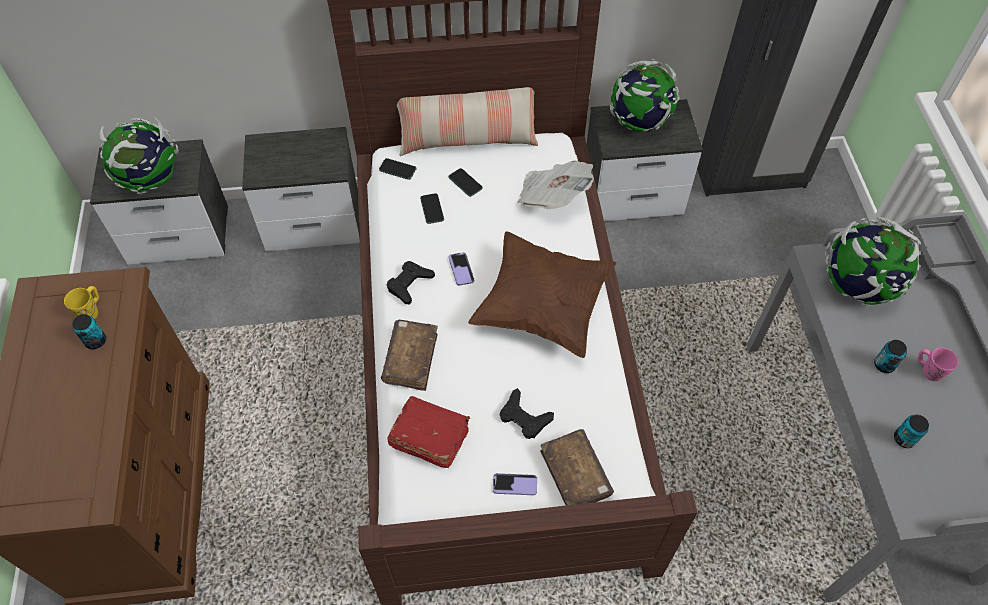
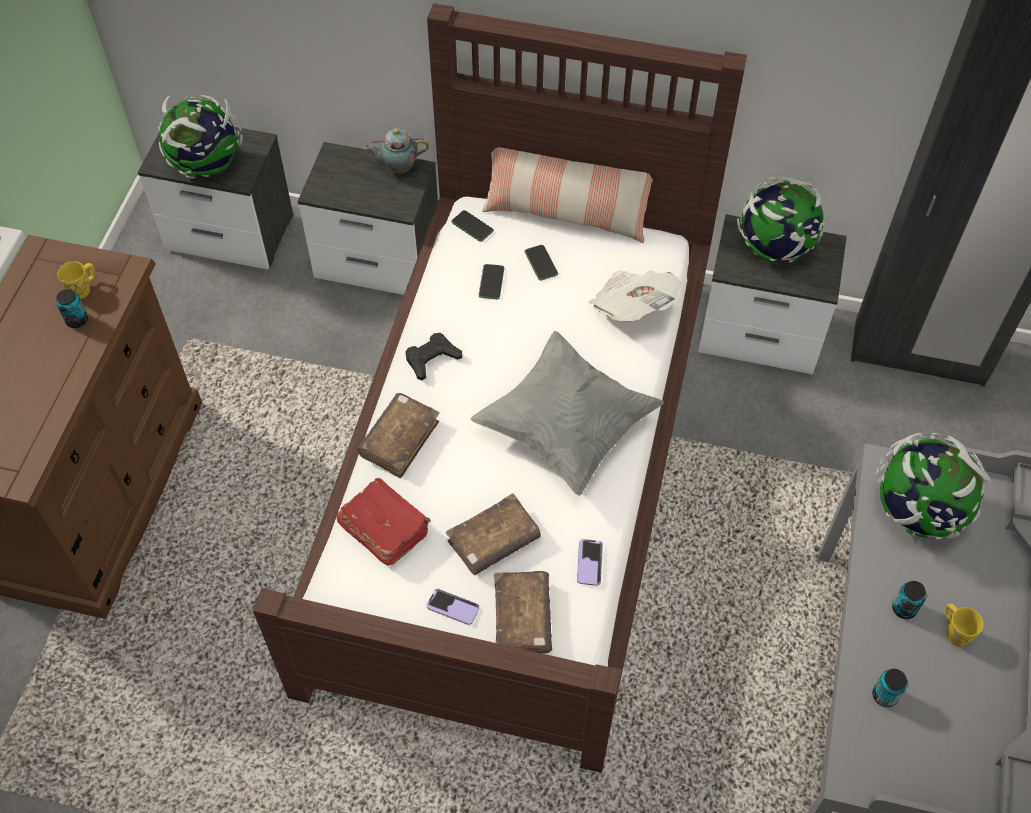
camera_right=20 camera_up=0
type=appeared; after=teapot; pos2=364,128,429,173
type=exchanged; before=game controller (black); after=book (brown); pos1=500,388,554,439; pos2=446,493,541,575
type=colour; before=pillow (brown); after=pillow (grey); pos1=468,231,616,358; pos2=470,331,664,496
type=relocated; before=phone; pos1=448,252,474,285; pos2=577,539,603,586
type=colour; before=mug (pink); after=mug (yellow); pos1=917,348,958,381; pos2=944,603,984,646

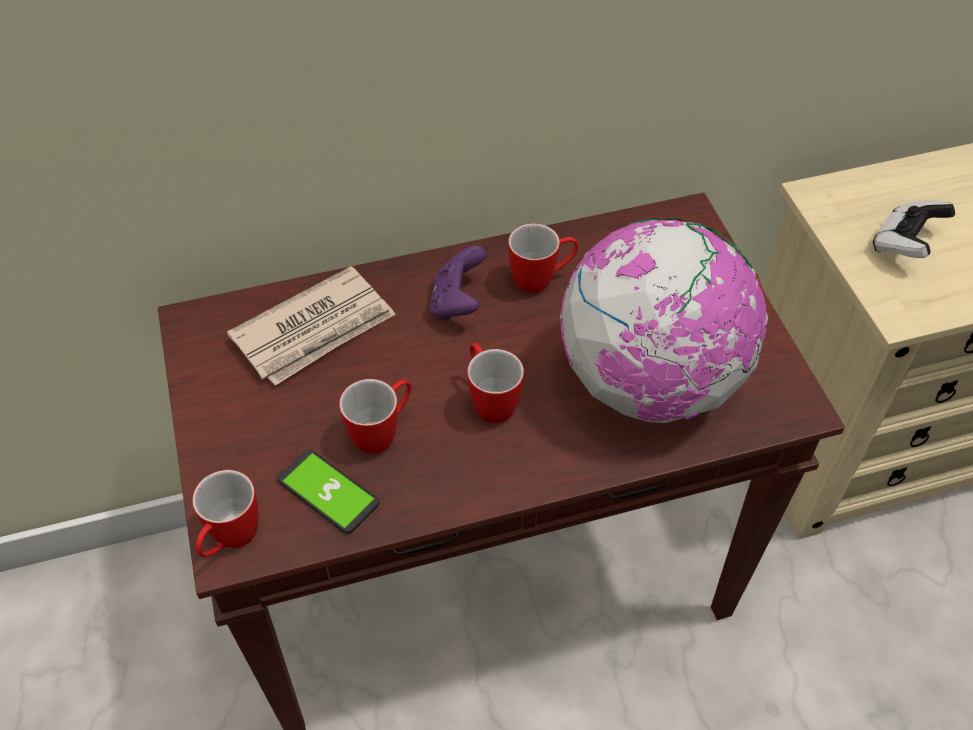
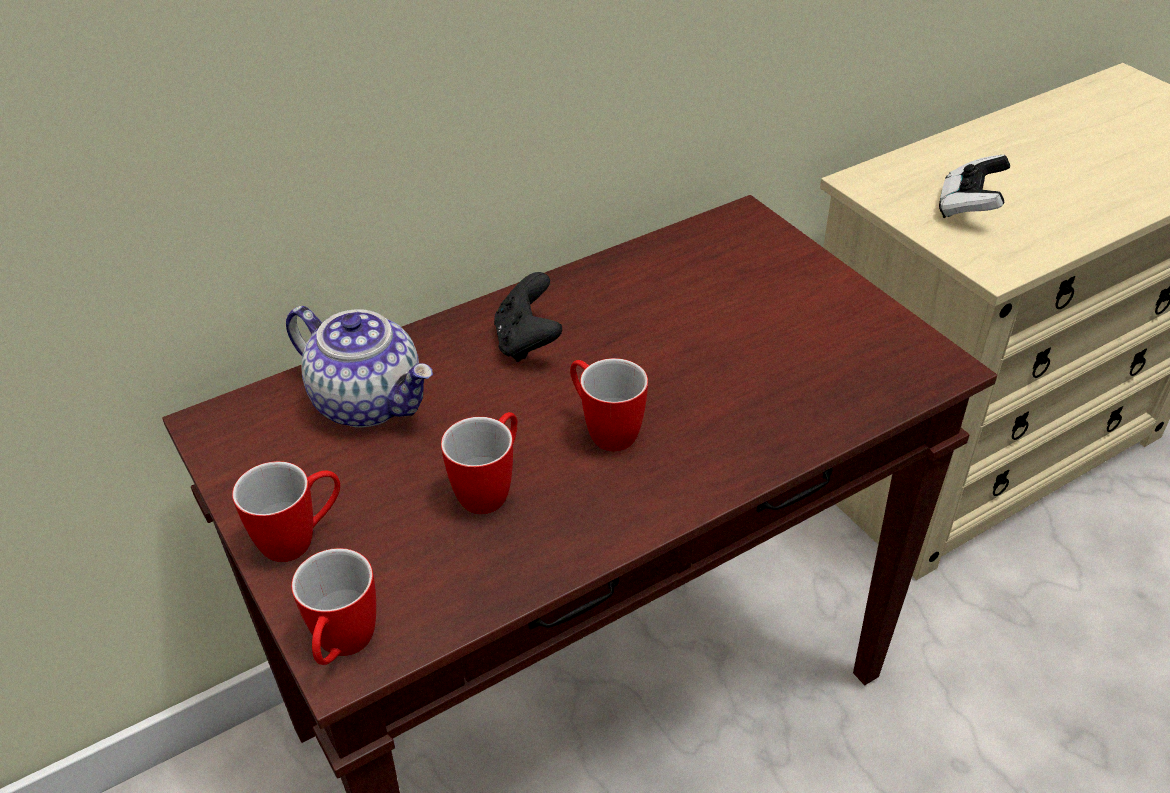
camera_right=-15 camera_up=-10
type=relocated; before=mug; pos1=508,223,579,293; pos2=232,461,340,562
type=exchanged; before=newspaper; after=teapot; pos1=227,266,395,386; pos2=286,306,433,427
type=colour; before=game controller (purple); after=game controller (black); pos1=430,246,487,320; pos2=494,272,562,362
type=missing; before=phone; pos1=277,450,379,534
type=missing; before=globe; pos1=560,218,768,423

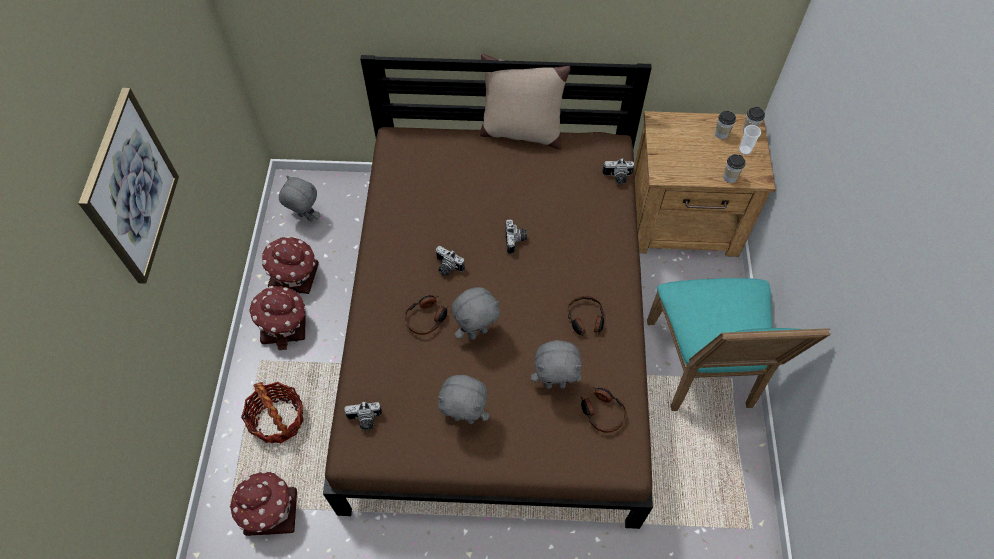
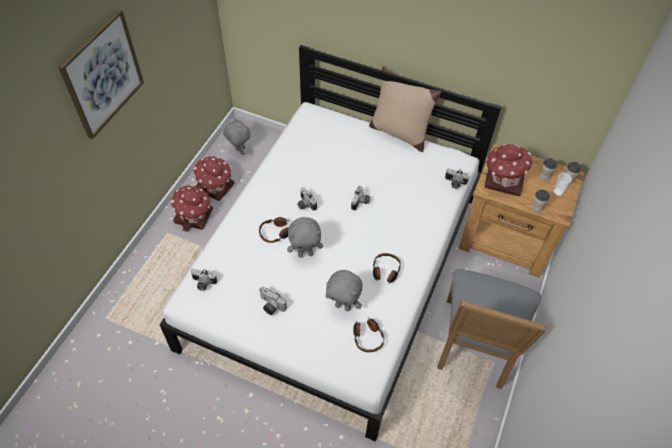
camera_right=20 camera_up=-5
type=colour; before=bed (brown); after=bed (white); pos1=323,55,653,529; pos2=159,45,502,442
type=exchanged; before=plush toy (grey); after=photo camera; pos1=438,375,489,424; pos2=259,286,287,315
type=colour; before=chair (turquoise); after=chair (grey); pos1=647,278,831,411; pos2=437,269,547,389
type=relocated; before=toy house; pos1=229,470,297,536; pos2=484,144,533,196
type=missing; before=basket; pos1=241,382,304,443

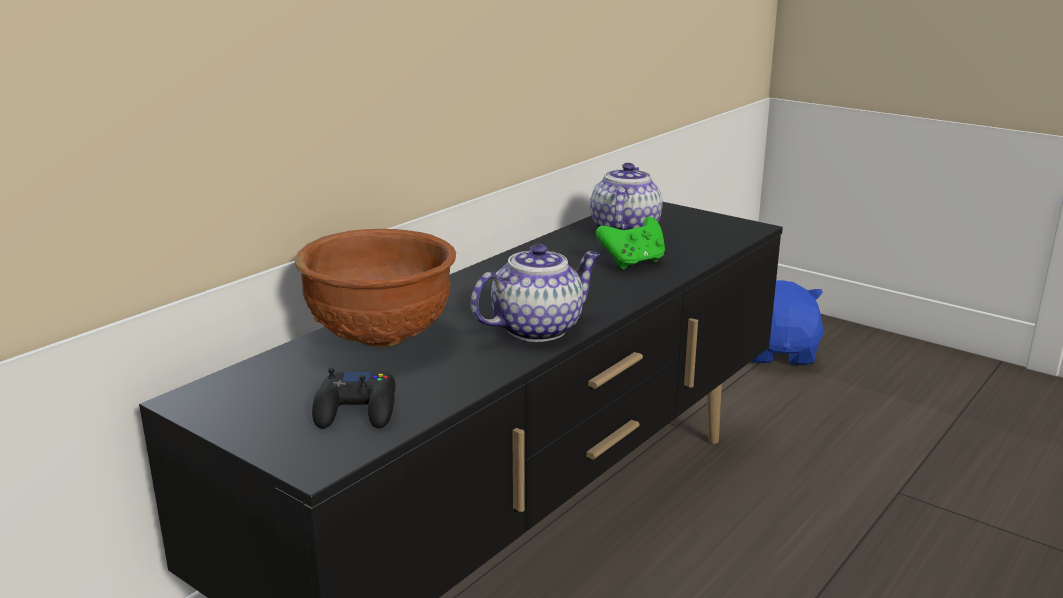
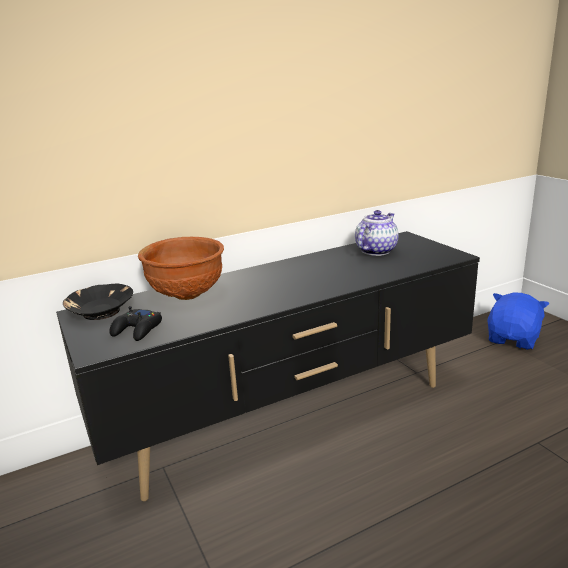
camera_right=25 camera_up=0
type=appeared; after=bowl (black); pos2=63,284,133,320
type=missing; before=teapot; pos1=470,244,600,342
type=missing; before=game controller (green); pos1=596,217,665,270

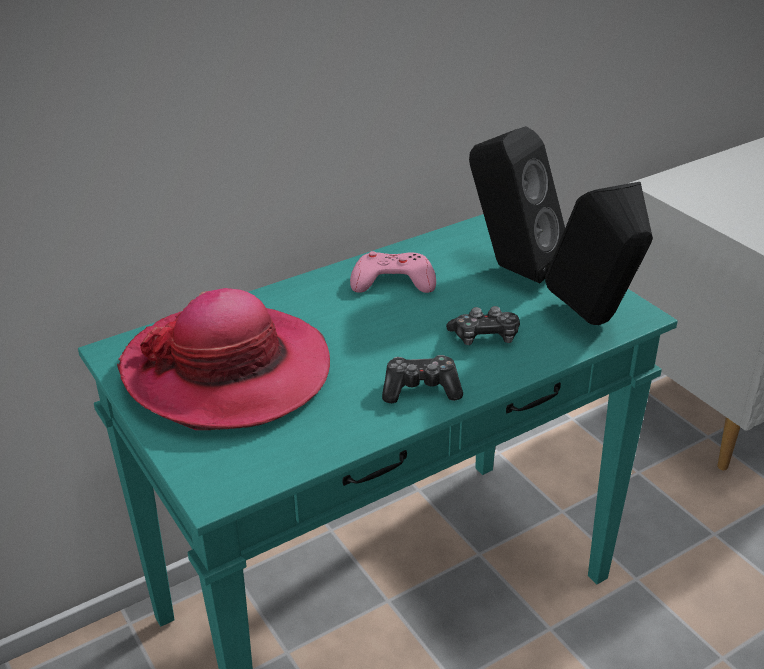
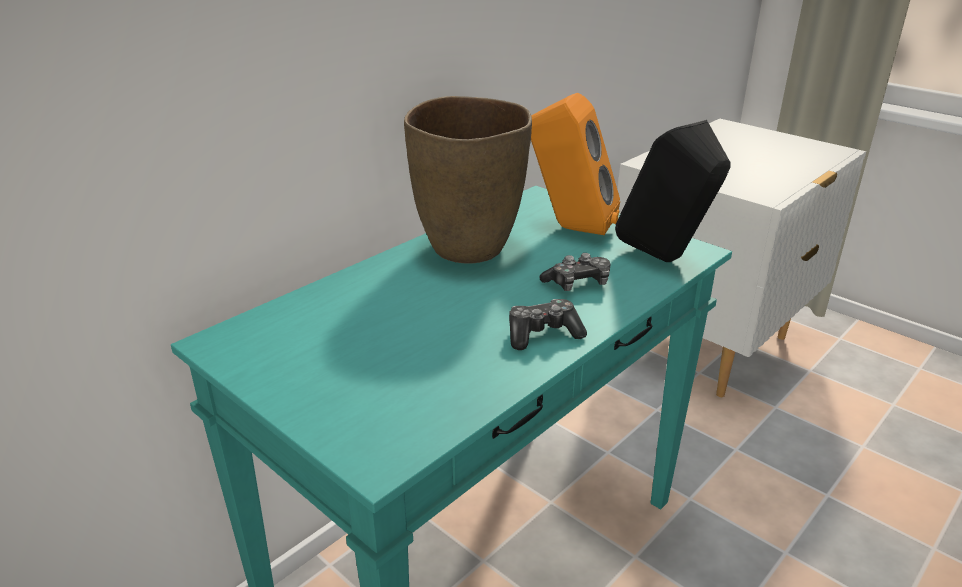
camera_right=-15 camera_up=-5
type=exchanged; before=game controller (pink); after=vase (brown); pos1=350,251,436,293; pos2=404,96,532,263
type=colour; before=speaker (black); after=speaker (orange); pos1=469,126,565,283; pos2=531,93,620,235
type=missing; before=hat; pos1=117,288,330,430

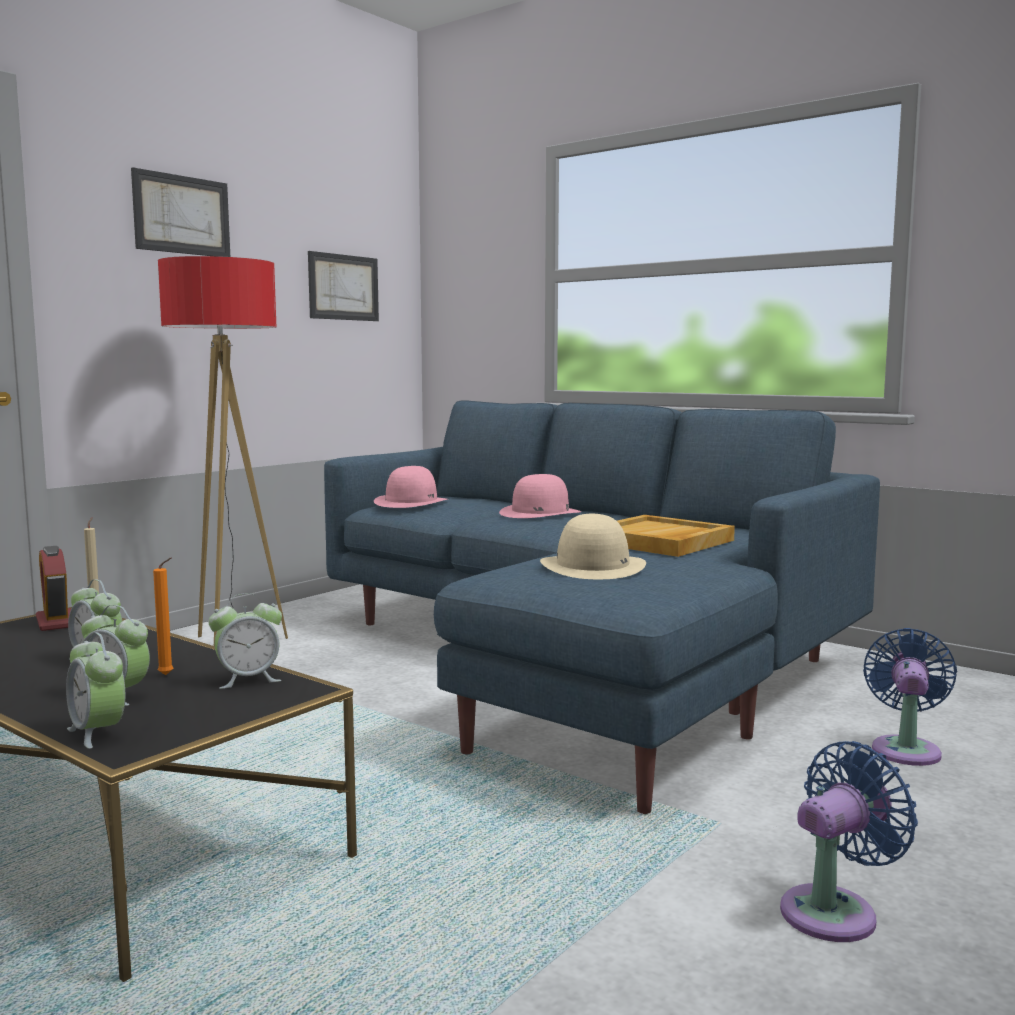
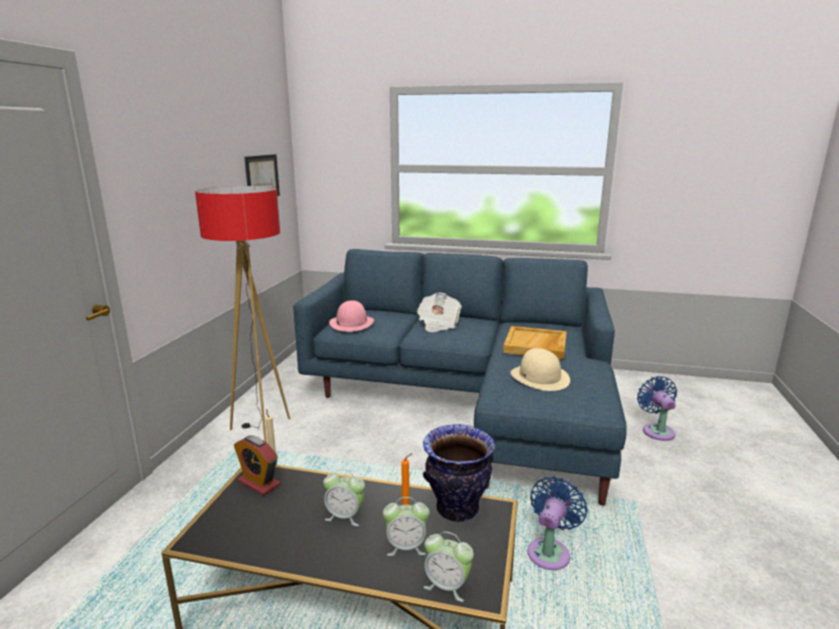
camera_right=-25 camera_up=10
type=exchanged; before=hat (pink); after=newspaper; pos1=499,474,581,518; pos2=417,292,461,332
type=exchanged; before=alarm clock; after=vase; pos1=208,593,282,689; pos2=423,424,495,522
type=relocated; before=fan (blue); pos1=780,741,918,942; pos2=527,476,588,570
type=missing; before=picture; pos1=131,167,230,257

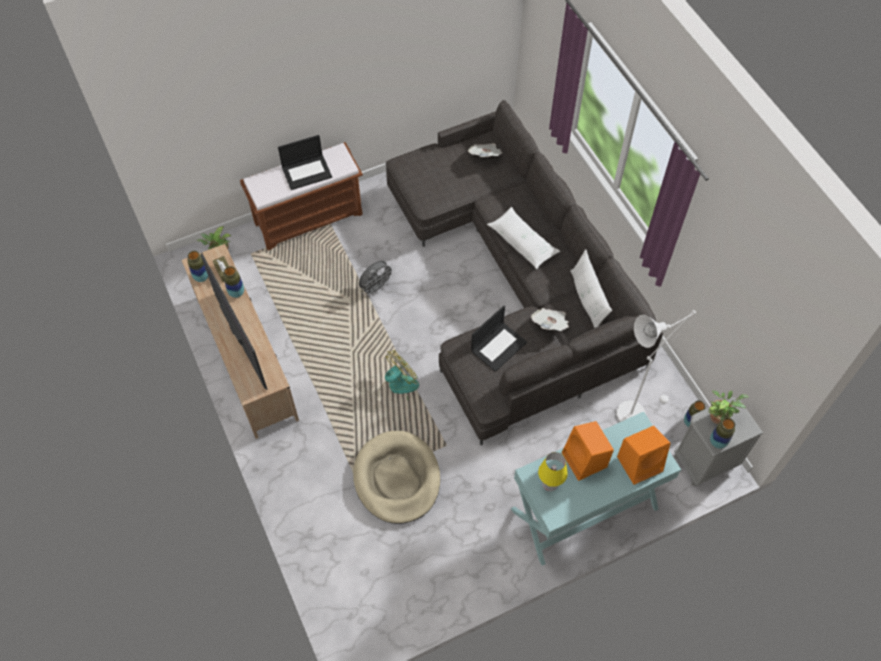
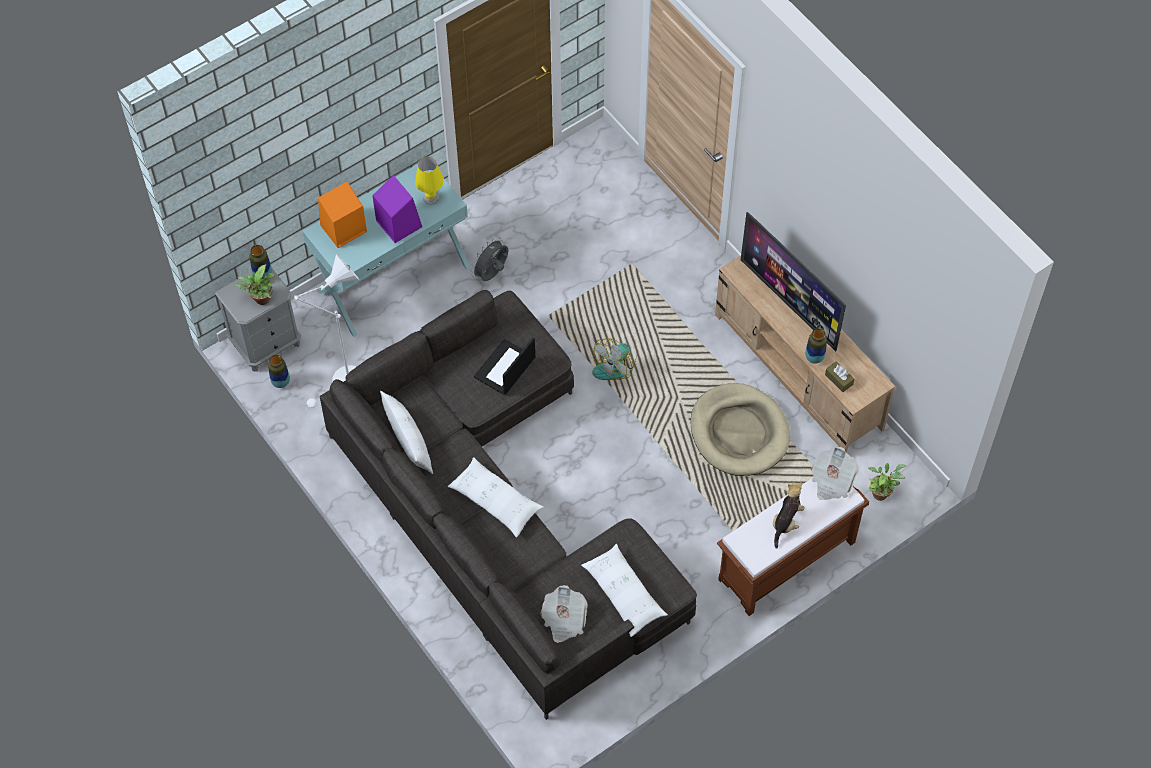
camera_right=170 camera_up=0
type=colour; before=speaker (orange); after=speaker (purple); pos1=562,421,614,481; pos2=372,175,422,243
type=relocated; before=fan (grey); pos1=359,261,395,296; pos2=471,238,508,282
type=appeared; after=pillow (white); pos2=581,544,668,637
type=relocated; before=dog bed (beige); pos1=353,431,440,524; pos2=691,383,790,476
type=exchanged; before=laptop; after=plush toy; pos1=278,135,332,190; pos2=773,482,805,549
type=relocated; before=newspaper; pos1=531,308,569,331; pos2=811,447,859,500
type=missing; before=vase; pos1=188,251,208,282

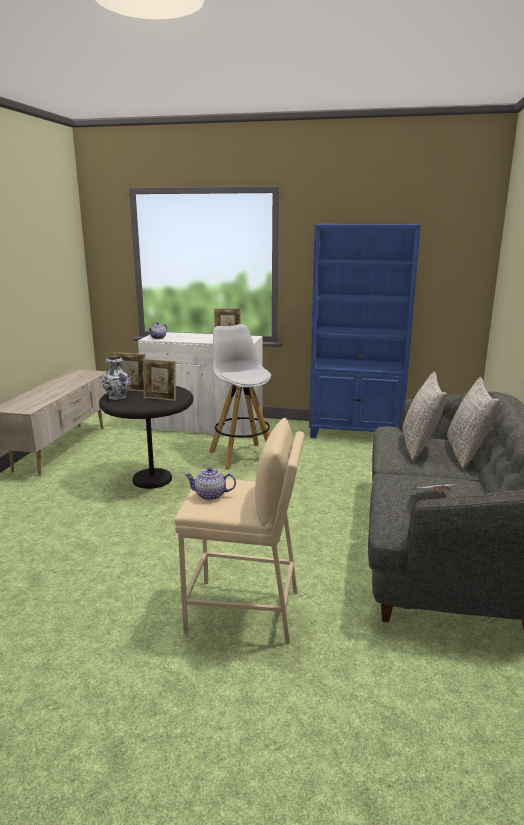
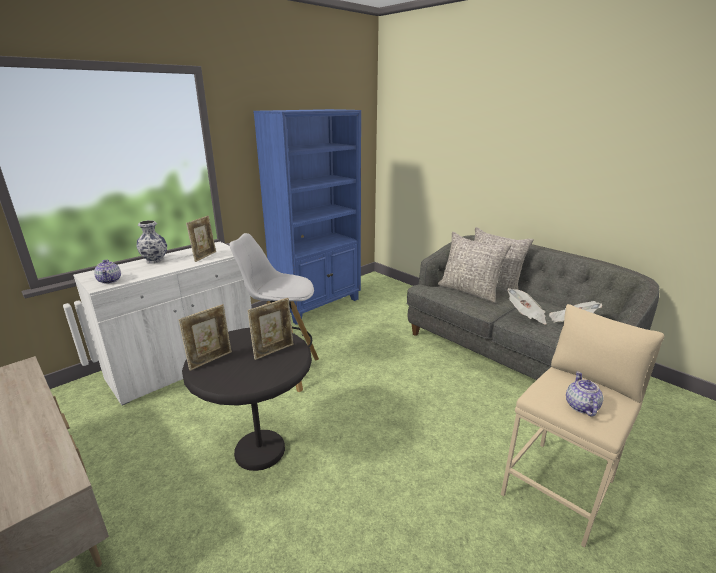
camera_right=-55 camera_up=5
type=relocated; before=vase; pos1=102,357,131,400; pos2=137,220,167,264
type=appeared; after=newspaper; pos2=507,288,546,324
type=spun; before=teapot; pos1=184,467,236,500; pos2=566,372,603,416; turn=150

